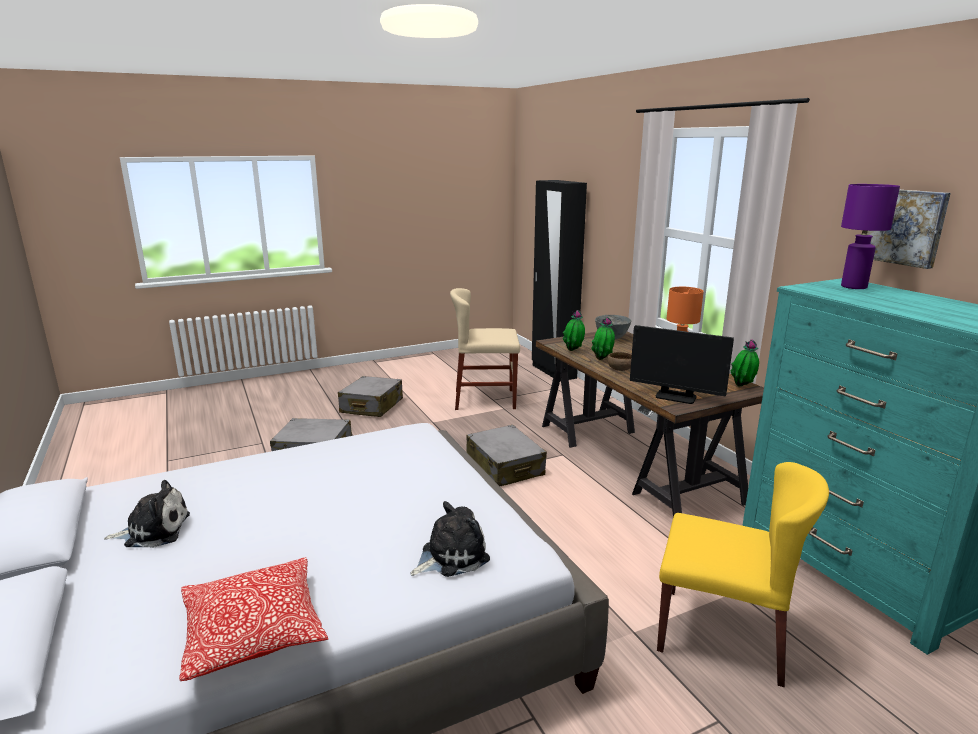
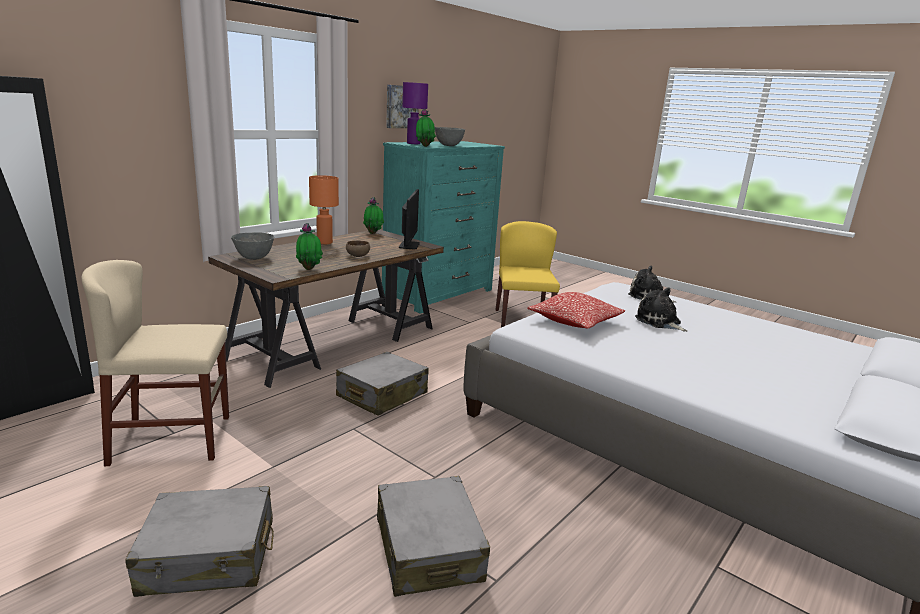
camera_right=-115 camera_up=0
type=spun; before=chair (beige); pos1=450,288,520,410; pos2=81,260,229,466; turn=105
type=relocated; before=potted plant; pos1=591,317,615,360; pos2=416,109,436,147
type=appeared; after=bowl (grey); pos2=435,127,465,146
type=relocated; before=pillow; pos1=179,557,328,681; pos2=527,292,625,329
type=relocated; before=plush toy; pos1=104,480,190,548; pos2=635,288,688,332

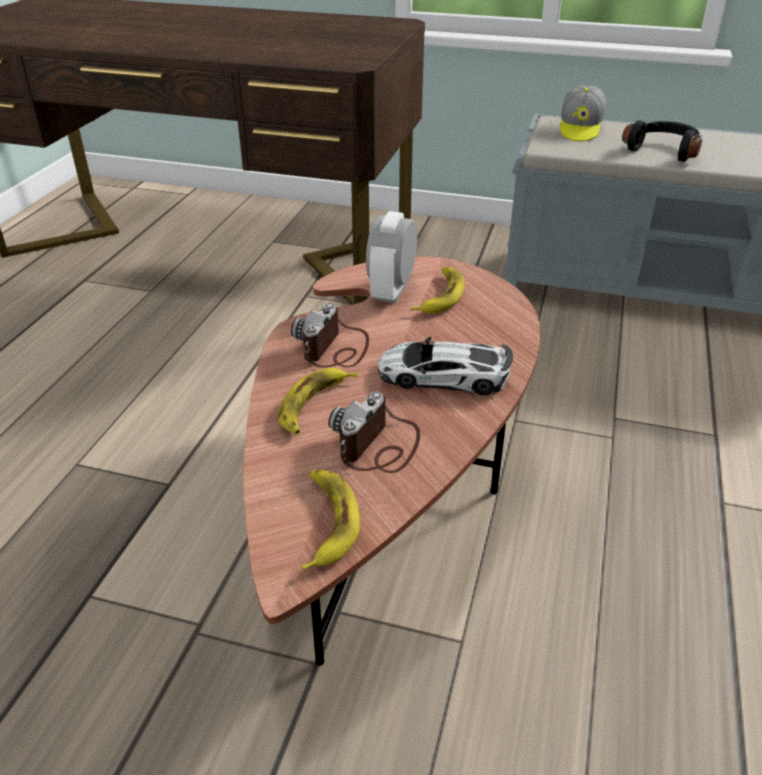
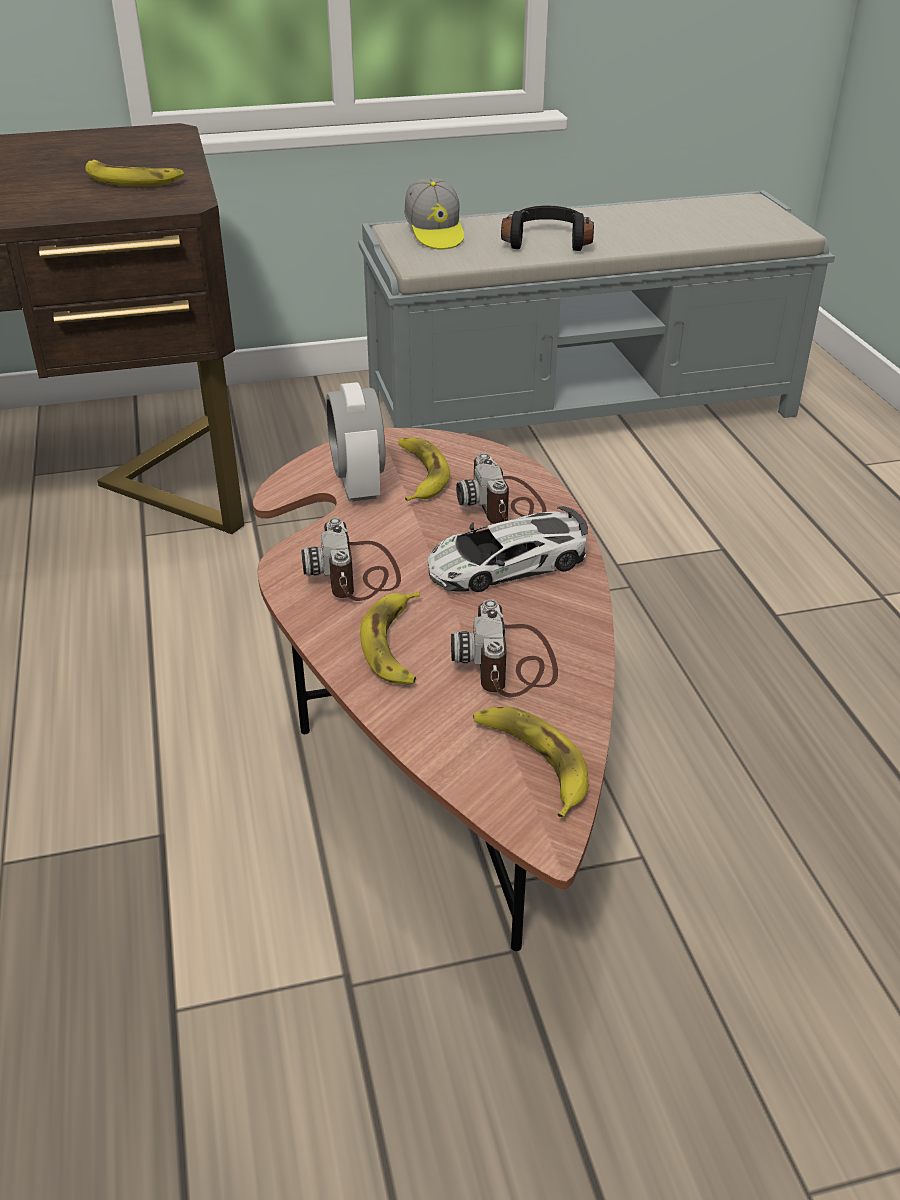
camera_right=-30 camera_up=0
type=appeared; after=banana; pos2=85,160,184,186
type=appeared; after=photo camera; pos2=456,453,547,524

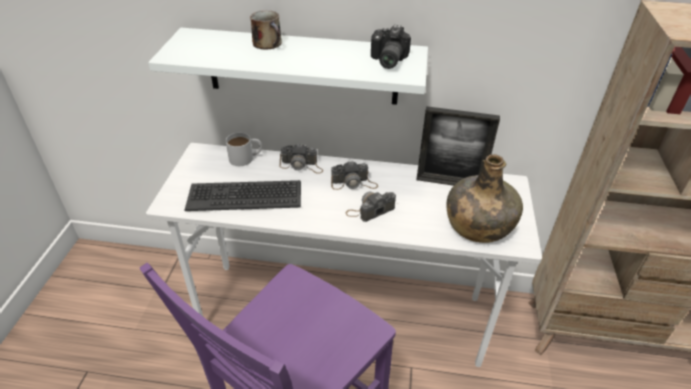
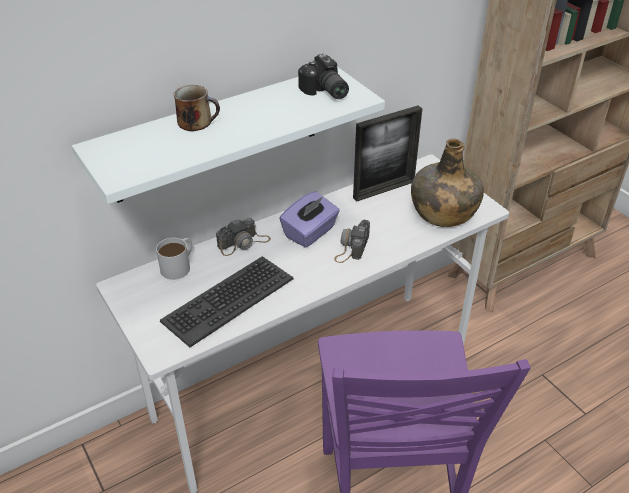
camera_right=-40 camera_up=0
type=exchanged; before=photo camera; after=tissue box (purple); pos1=331,161,378,190; pos2=279,191,340,248

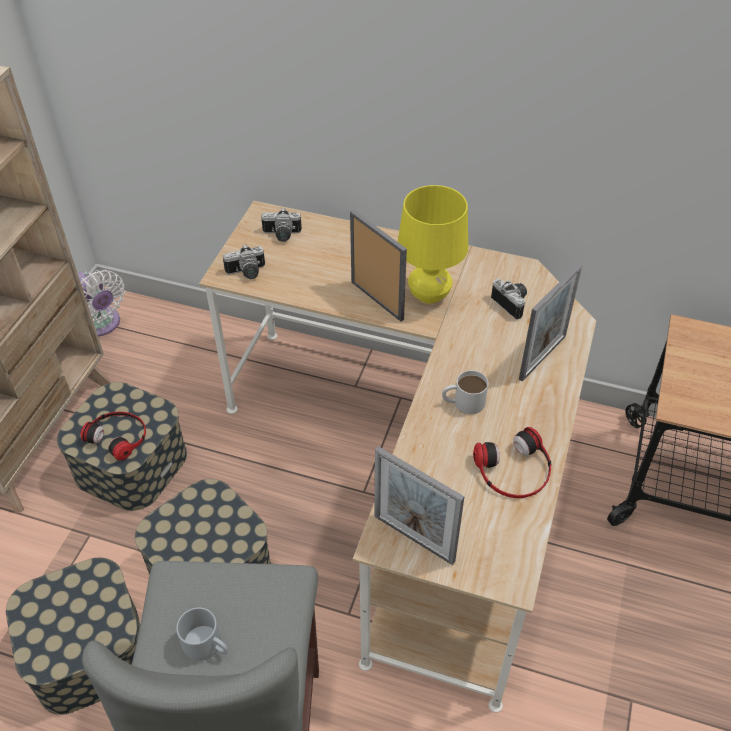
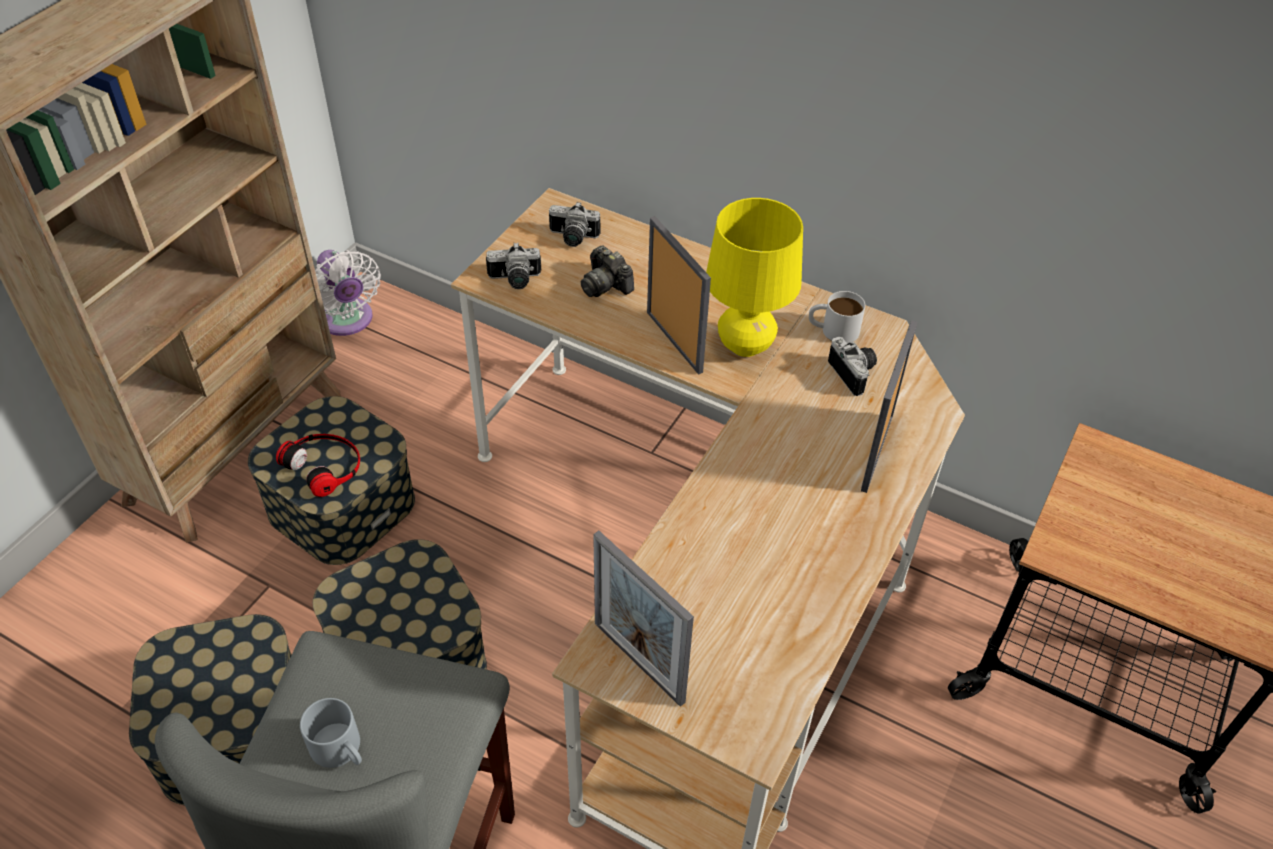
camera_right=10 camera_up=0
type=appeared; after=photo camera; pos2=581,245,634,297
type=relocated; before=mug (white); pos1=442,370,488,414; pos2=809,291,866,343
type=spun; before=picture frame; pos1=519,263,582,381; pos2=861,320,918,493; turn=150
type=missing; before=headphones; pos1=473,427,552,498

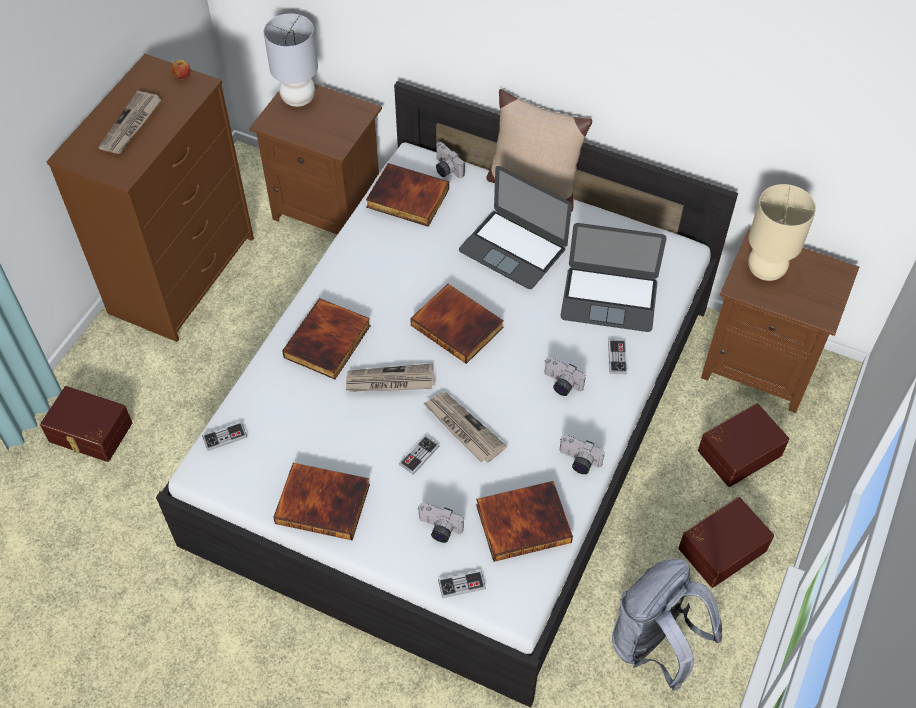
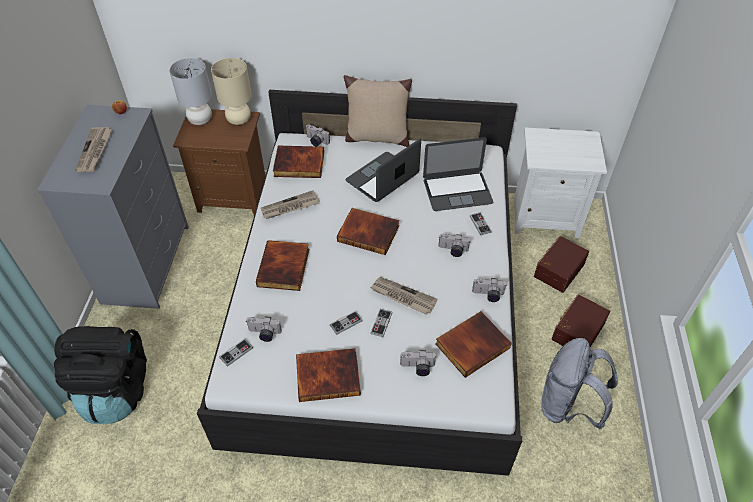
camera_right=-20 camera_up=-5
type=colour; before=dresser (brown); after=dresser (grey); pos1=46,54,254,342; pos2=37,105,189,309
type=exchanged; before=storage box (brown); after=backpack (black); pos1=40,386,132,462; pos2=54,326,147,424
type=relocated; before=table lamp (beige); pos1=748,184,816,281; pos2=211,58,252,125
type=appeared; after=photo camera; pos2=246,316,282,342
type=relocated; before=newspaper; pos1=346,363,435,392; pos2=261,190,320,219
type=relocated; before=game controller; pos1=438,570,486,598; pos2=330,311,363,335
type=spun; before=laptop; pos1=459,166,572,289; pos2=346,139,421,202; turn=120
type=colour; before=nightstand (brown); after=nightstand (white); pos1=701,229,859,413; pos2=514,128,607,238

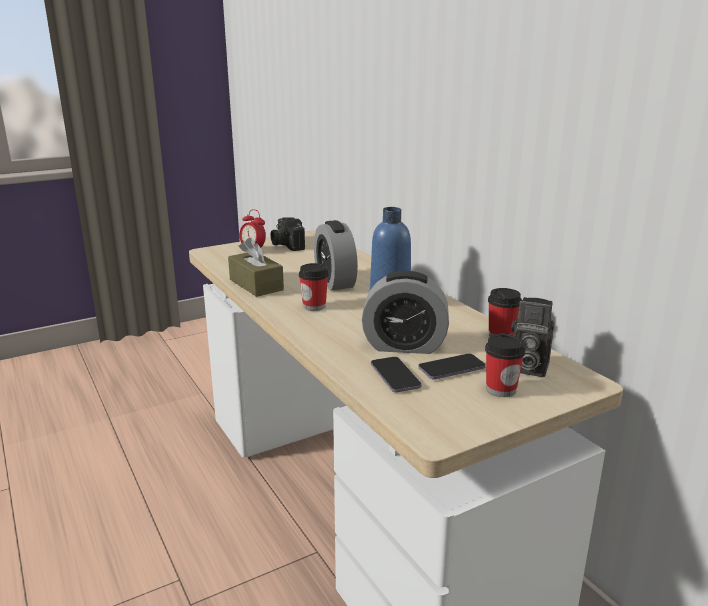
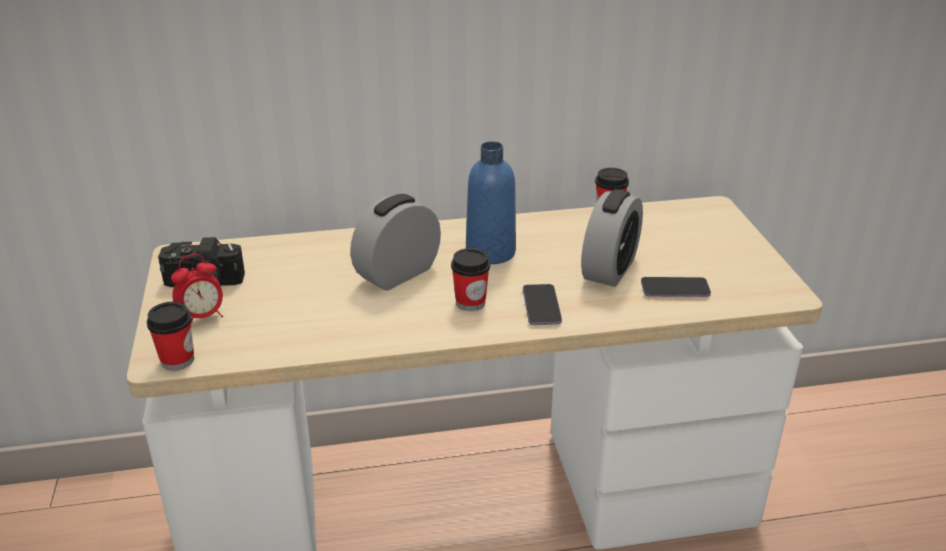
camera_right=-70 camera_up=10
type=relocated; before=cup; pos1=485,334,525,397; pos2=147,302,194,370
type=spun; before=alarm clock; pos1=314,220,358,291; pos2=350,194,441,291; turn=135
type=relocated; before=phone; pos1=418,353,486,380; pos2=523,284,562,325
type=missing; before=tissue box (brown); pos1=228,237,284,297
type=missing; before=photo camera; pos1=511,297,554,377

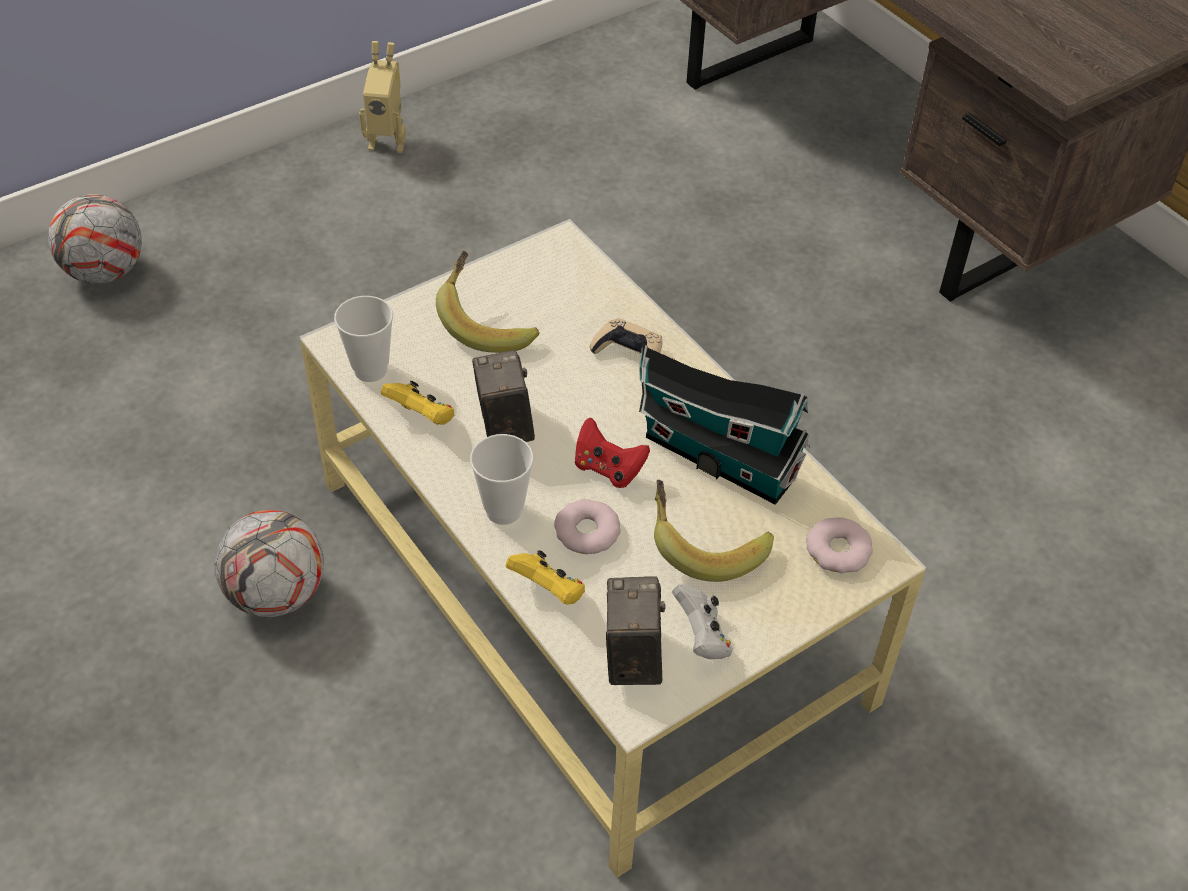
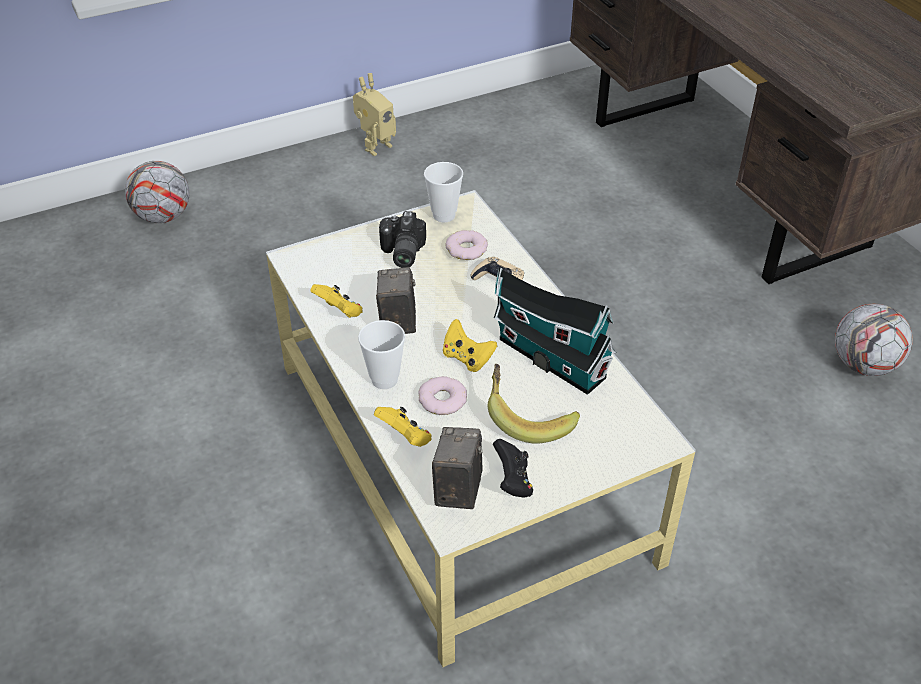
camera_right=10 camera_up=-5
type=spun; before=toy robot; pos1=359,41,406,153; pos2=353,73,396,156; turn=-60
type=exchanged; before=banana; after=photo camera; pos1=436,251,539,353; pos2=379,211,426,268
type=relocated; before=cup; pos1=334,296,393,382; pos2=424,162,463,223
type=colour; before=game controller (red); after=game controller (yellow); pos1=575,418,650,488; pos2=443,319,497,372
type=relocated; before=donut; pos1=806,517,873,573; pos2=445,230,488,260
type=colour; before=game controller (white); after=game controller (black); pos1=672,584,733,659; pos2=493,439,533,498
type=relocated; before=football; pos1=214,510,324,617; pos2=835,304,913,376

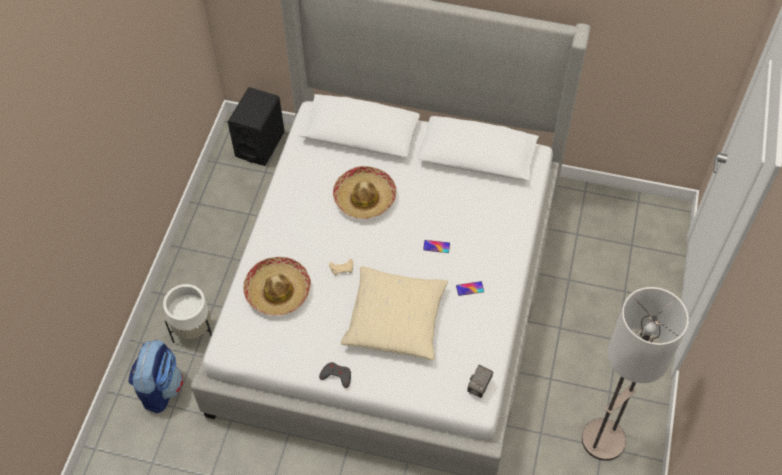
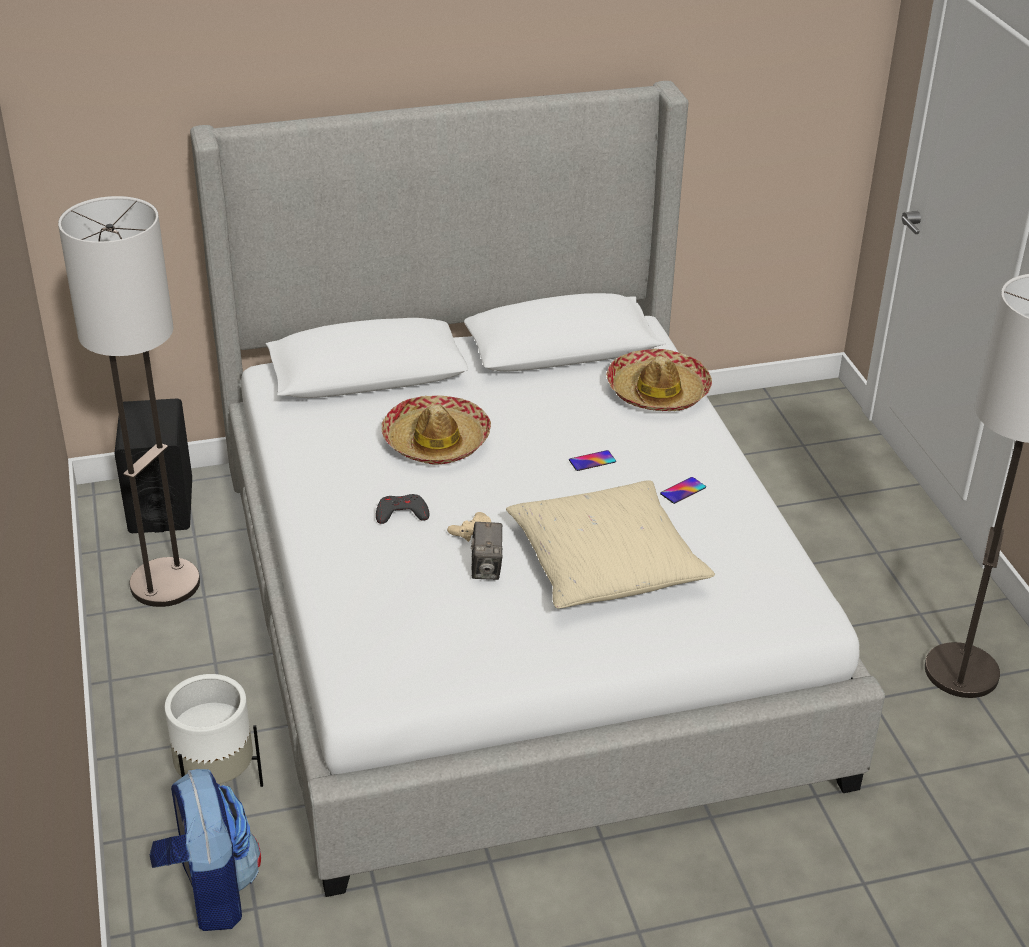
camera_right=-30 camera_up=-20
type=appeared; after=floor lamp; pos2=58,196,200,607
type=relocated; before=game controller (grey); pos1=319,362,351,388; pos2=376,494,429,524
type=relocated; before=photo camera; pos1=467,365,493,398; pos2=471,522,503,580
type=relocated; before=hat; pos1=243,257,311,316; pos2=606,348,712,411

